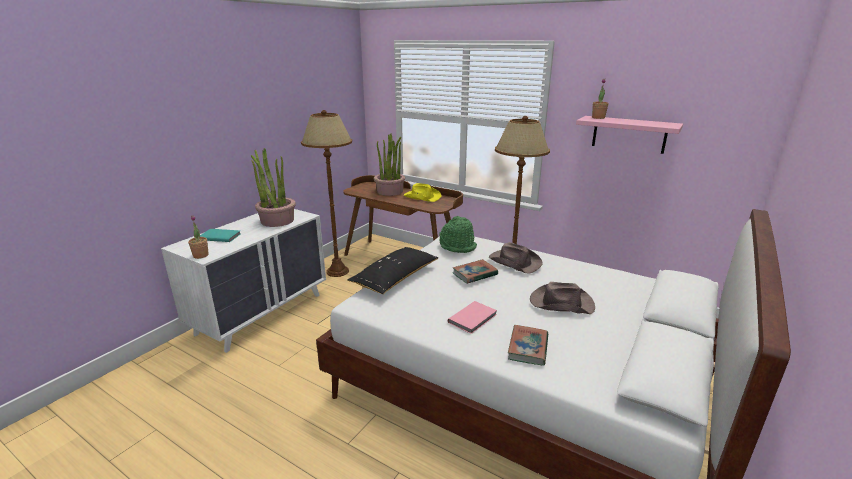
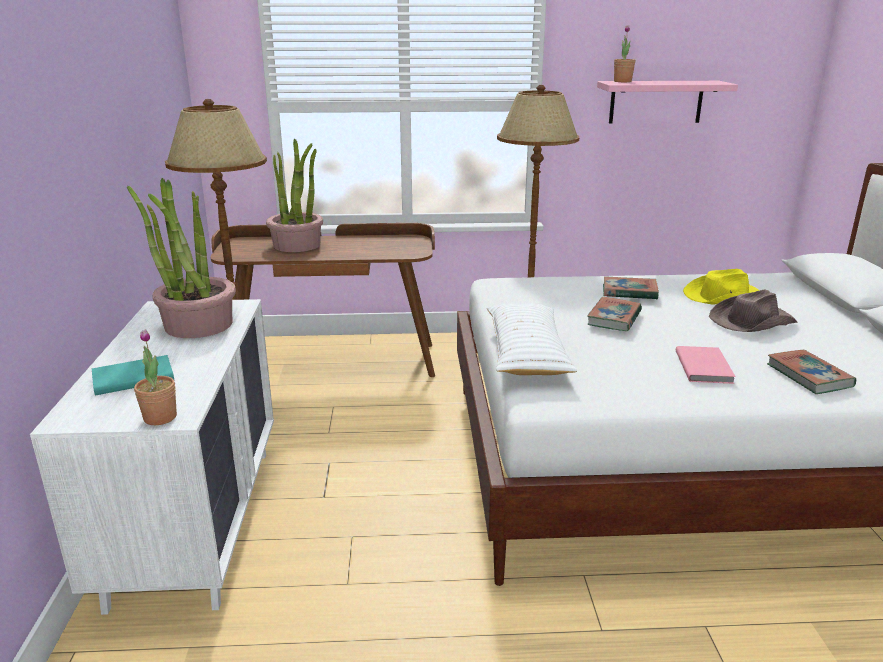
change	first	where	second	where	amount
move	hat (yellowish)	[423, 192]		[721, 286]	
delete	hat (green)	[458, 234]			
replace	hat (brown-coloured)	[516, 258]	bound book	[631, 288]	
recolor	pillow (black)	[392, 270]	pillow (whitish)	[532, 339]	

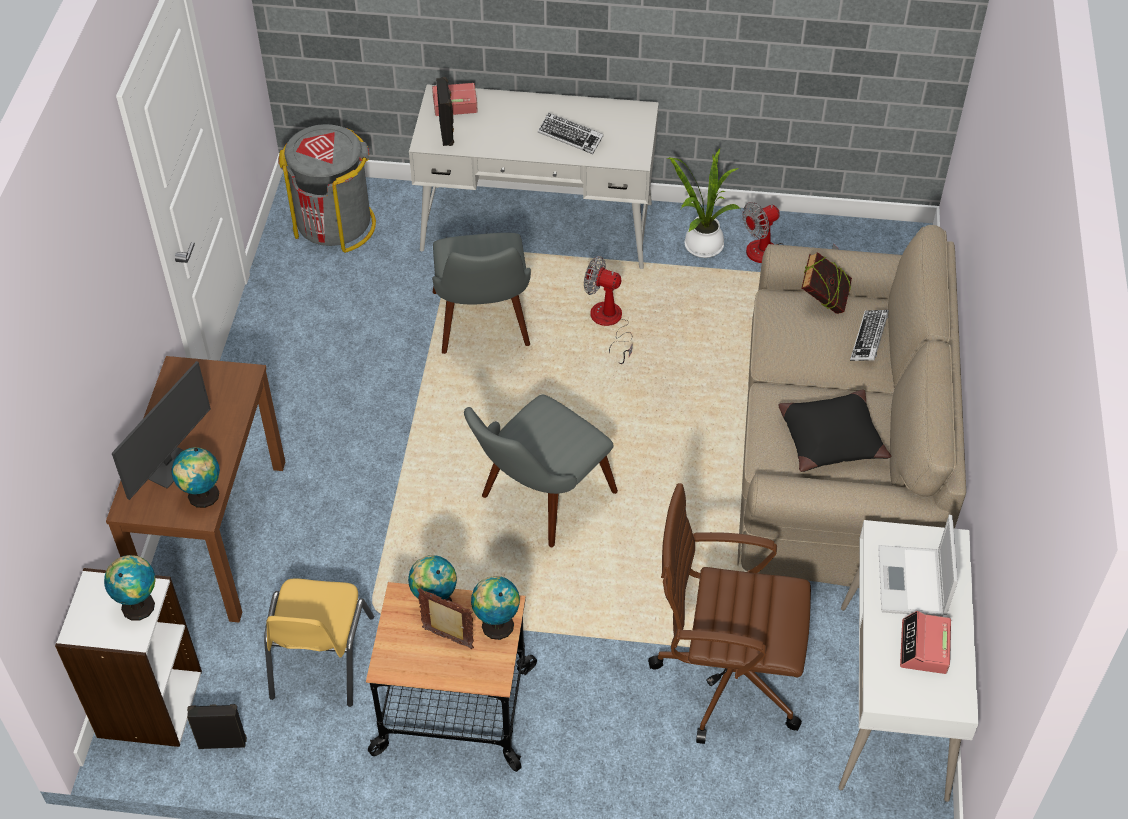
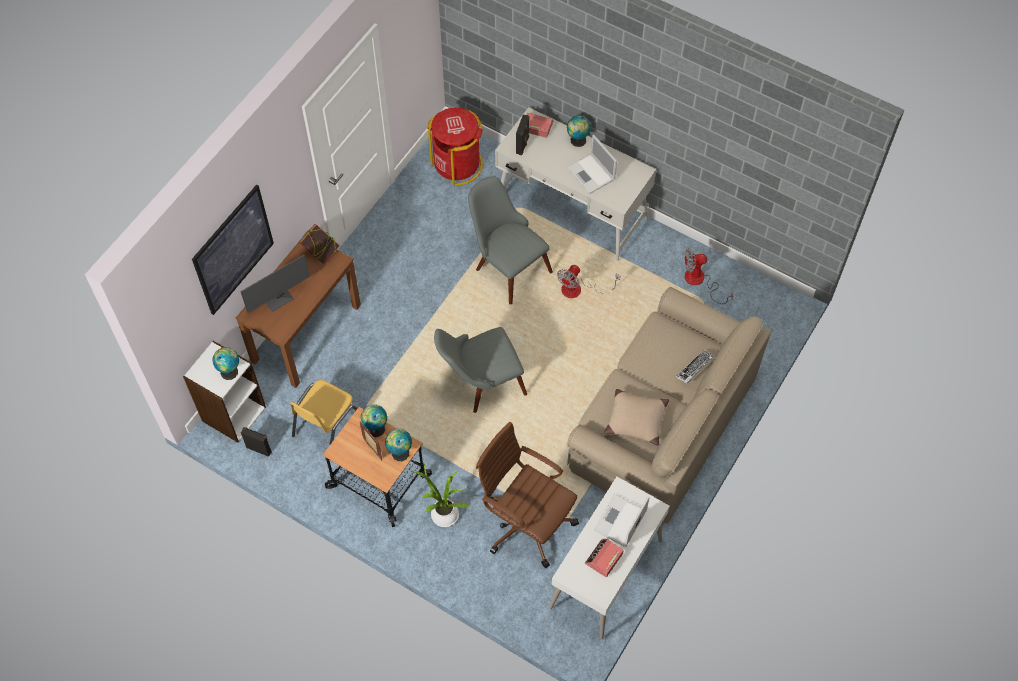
change	first	where	second	where	amount
replace	PC keyboard	[571, 133]	laptop	[592, 164]	
recolor	trash can (gray)	[327, 188]	trash can (red)	[455, 147]	
move	plant in a pot	[703, 203]		[439, 495]	
rotate	upright chair (gray)	[481, 293]		[510, 240]	120 degrees clockwise
move	bound book	[826, 283]		[319, 244]	
rotate	cooling fan	[608, 310]		[588, 281]	105 degrees counterclockwise
recolor	pillow (black)	[834, 430]	pillow (beige)	[636, 417]	
move	globe	[195, 477]		[579, 131]	
insert			picture	[233, 249]	

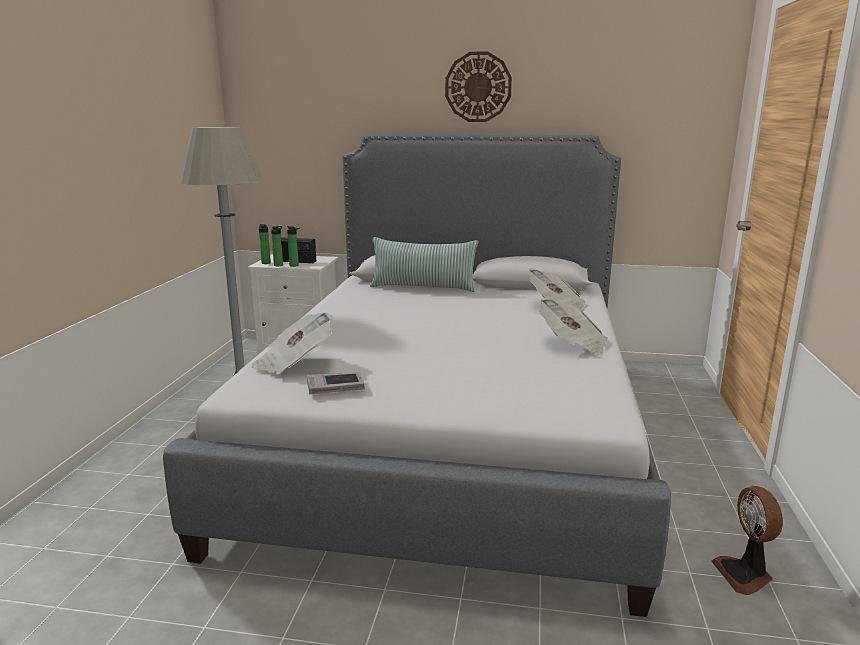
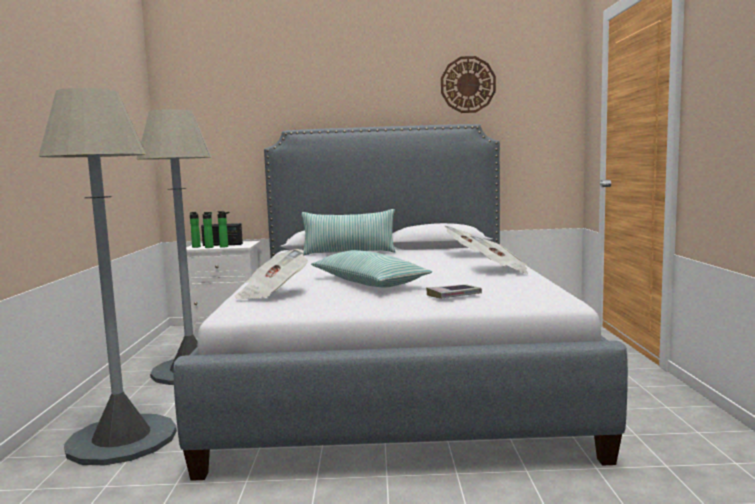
change	first	where	second	where	amount
move	hanging clock	[478, 86]		[468, 84]	
move	bound book	[336, 383]		[454, 291]	
delete	cooling fan	[747, 540]			
insert			floor lamp (gray)	[107, 276]	
insert			pillow	[371, 269]	

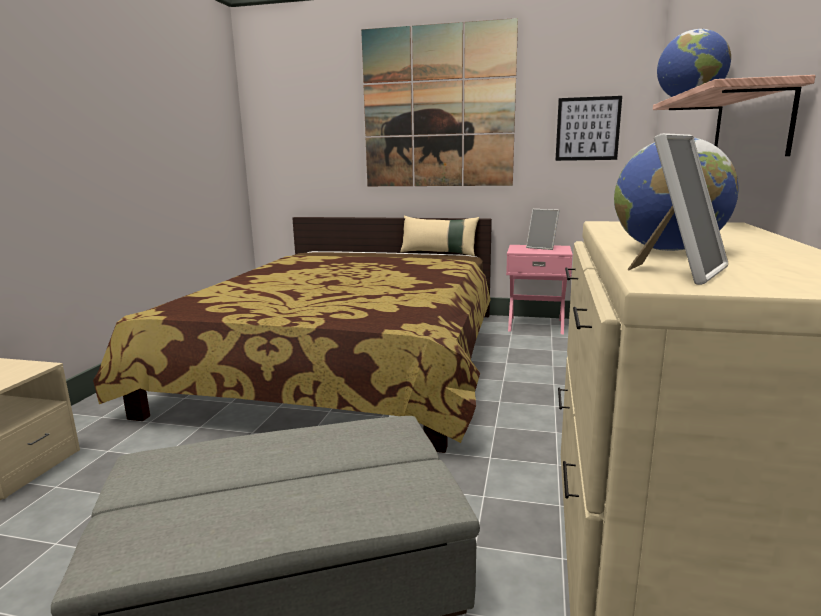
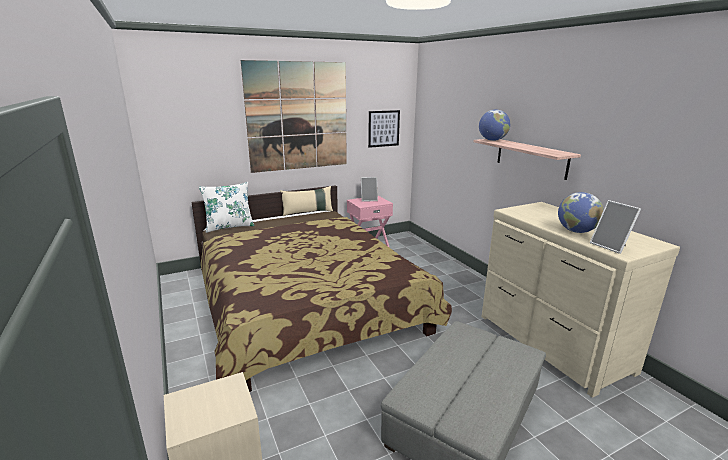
change	first	where	second	where	amount
rotate	photo frame	[678, 209]		[615, 227]	150 degrees clockwise
insert			pillow (whitish)	[227, 207]	

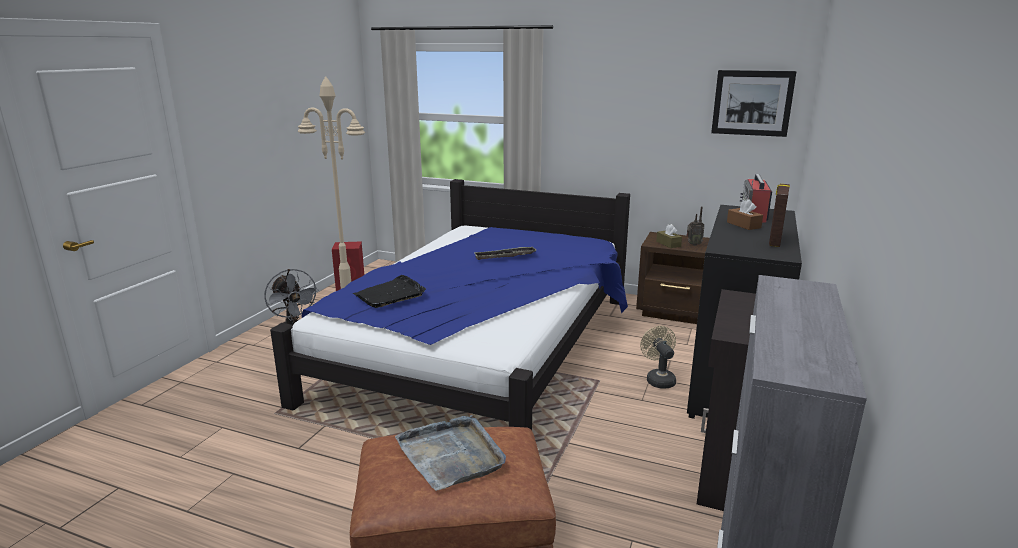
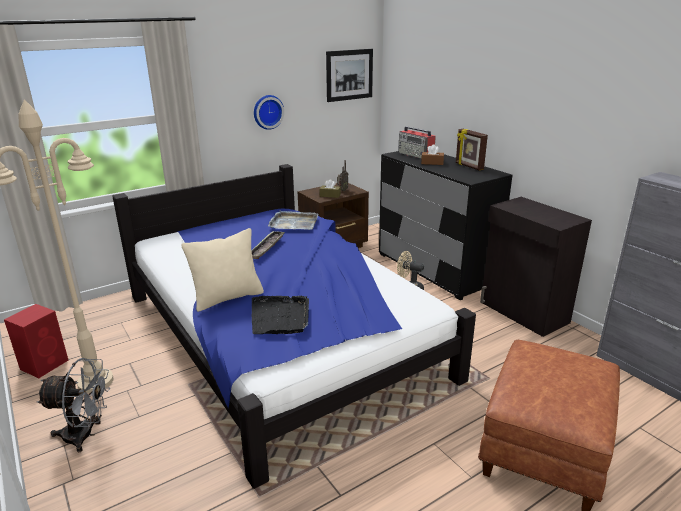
change	first	where	second	where	amount
move	tray (gray)	[450, 453]		[293, 220]	
insert			hanging clock	[269, 112]	
insert			pillow (beige)	[222, 270]	

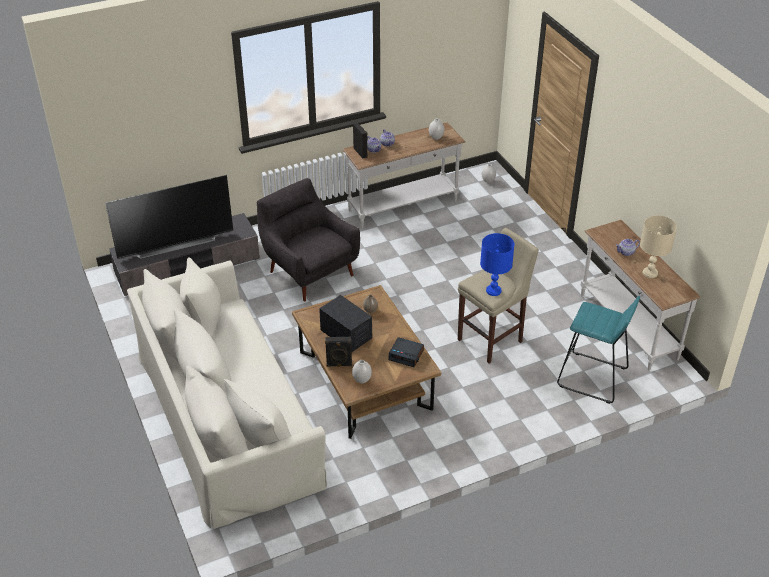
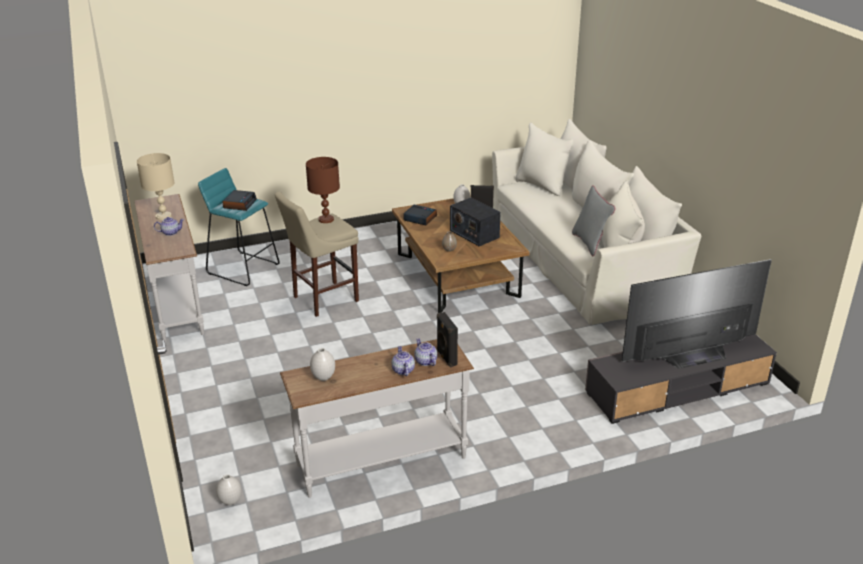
change	first	where	second	where	amount
delete	armchair (gray)	[308, 239]			
recolor	lamp for a table (blue-coloured)	[497, 264]	lamp for a table (brown-coloured)	[323, 190]	
insert			pillow (gray)	[593, 221]	
insert			bedside clock	[239, 200]	

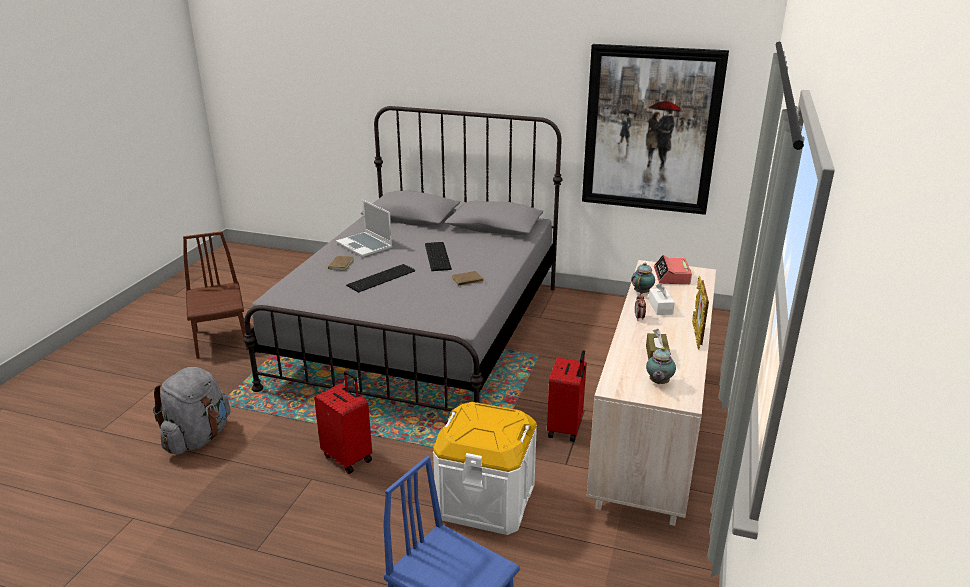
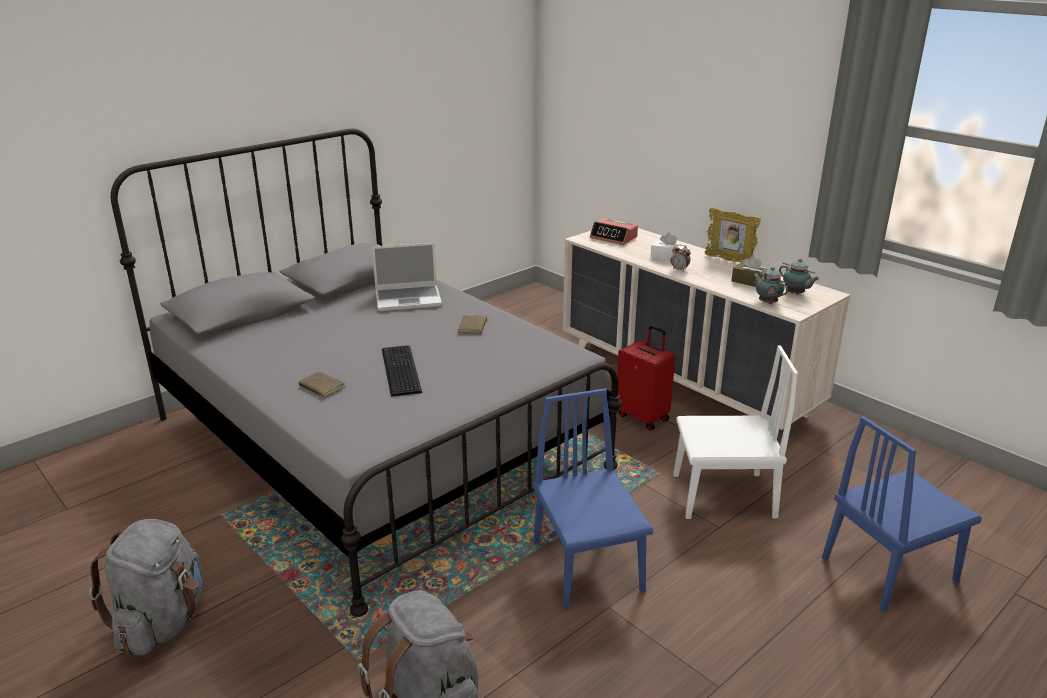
change	first	where	second	where	amount
delete	picture	[655, 129]			
move	laptop	[364, 228]		[407, 277]	
replace	upright chair (brown-coloured)	[215, 295]	backpack (gray)	[146, 587]	
delete	PC keyboard	[438, 256]			
move	tea pot	[643, 278]		[770, 285]	
replace	piece of luggage (red)	[343, 422]	upright chair (blue-coloured)	[593, 499]	
replace	storage box (whitish)	[485, 468]	upright chair (whitish)	[735, 432]	

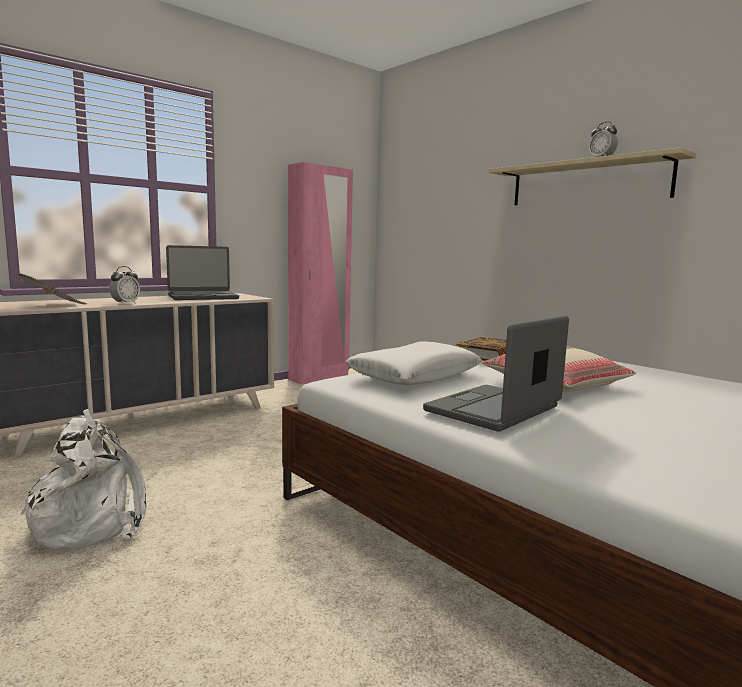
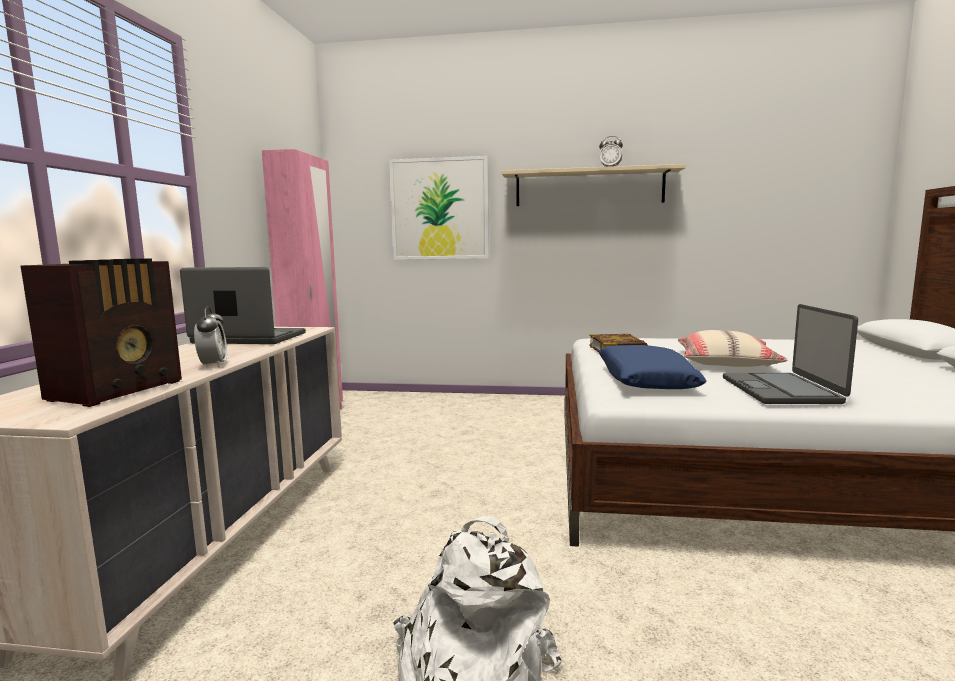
change	first	where	second	where	amount
rotate	laptop	[202, 272]		[243, 305]	105 degrees counterclockwise
replace	daily paper	[51, 288]	radio receiver	[101, 332]	
recolor	pillow (whitish)	[413, 363]	pillow (blue-coloured)	[653, 367]	
insert			picture	[439, 208]	

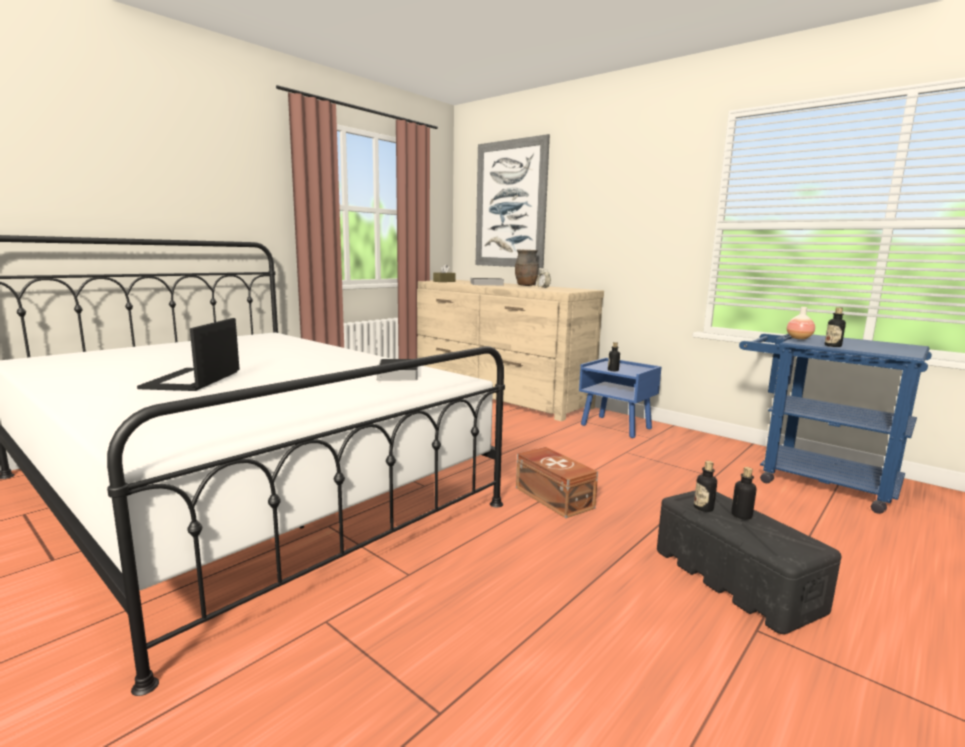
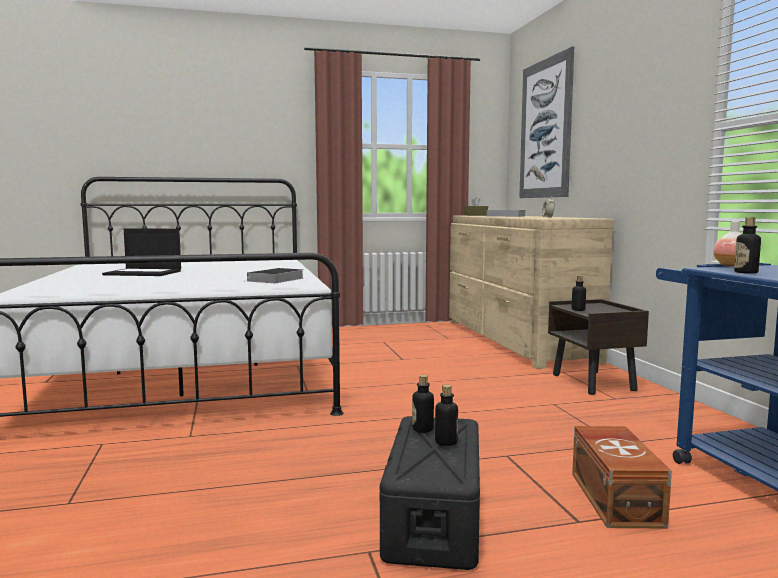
change	first	where	second	where	amount
delete	vase (brown-coloured)	[527, 268]			
rotate	laptop	[188, 354]		[141, 252]	120 degrees counterclockwise
recolor	nightstand (blue-coloured)	[620, 398]	nightstand (brown-coloured)	[598, 347]	
move	storage box (brown-coloured)	[557, 482]		[622, 477]	

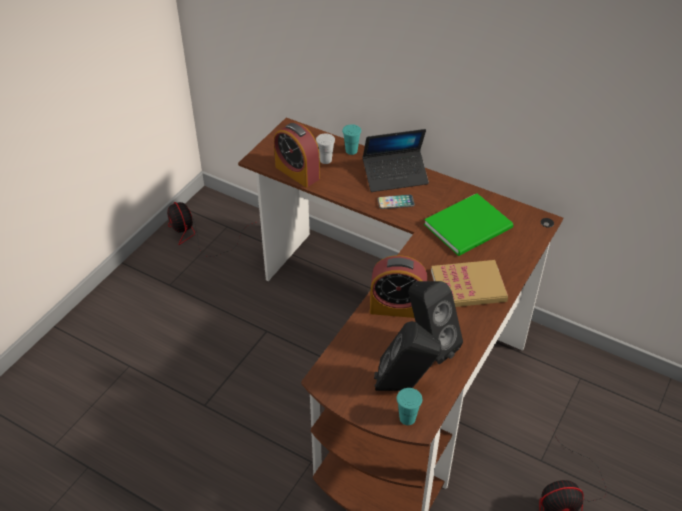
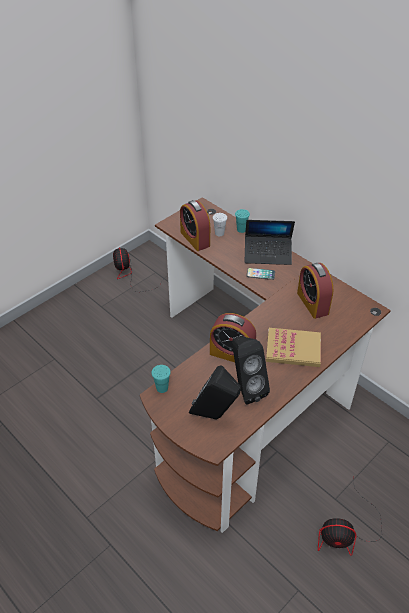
change	first	where	second	where	amount
replace	bound book (green)	[468, 224]	bedside clock	[315, 291]	
move	small cup (turquoise-coloured)	[409, 406]		[161, 379]	

